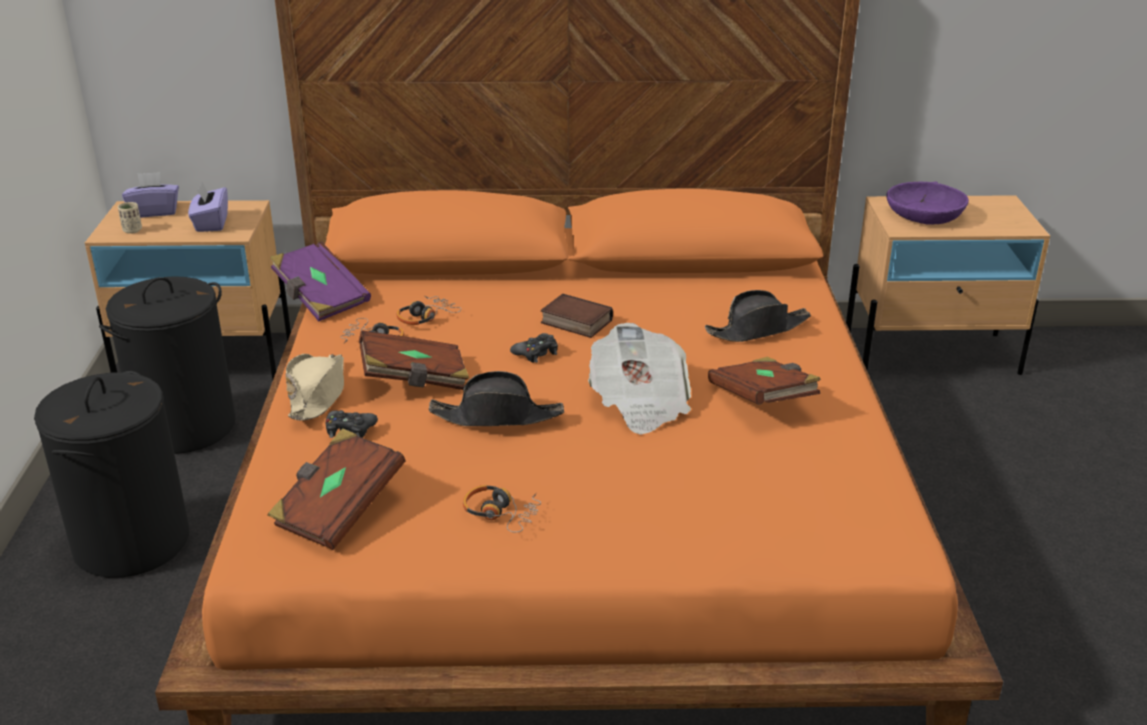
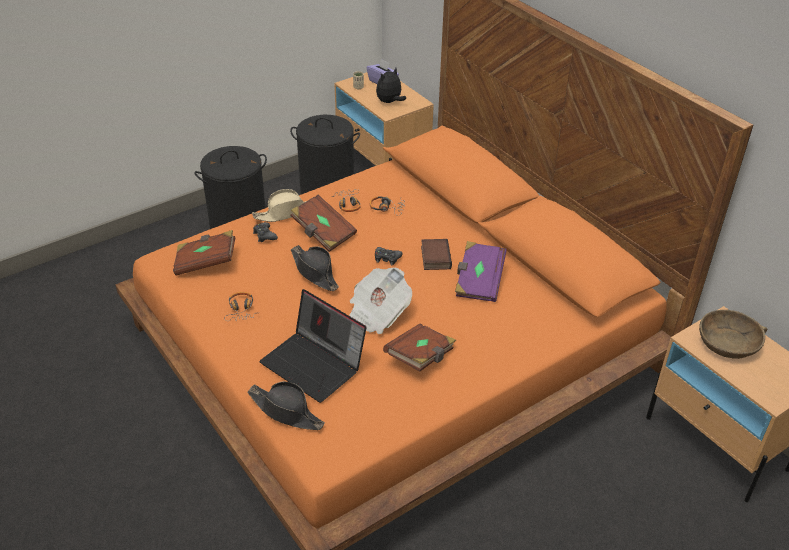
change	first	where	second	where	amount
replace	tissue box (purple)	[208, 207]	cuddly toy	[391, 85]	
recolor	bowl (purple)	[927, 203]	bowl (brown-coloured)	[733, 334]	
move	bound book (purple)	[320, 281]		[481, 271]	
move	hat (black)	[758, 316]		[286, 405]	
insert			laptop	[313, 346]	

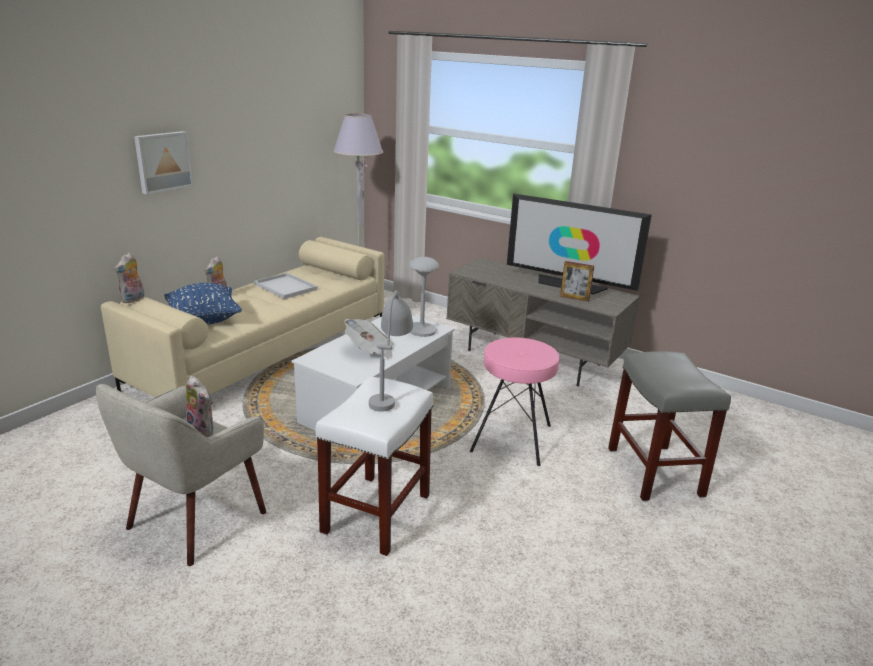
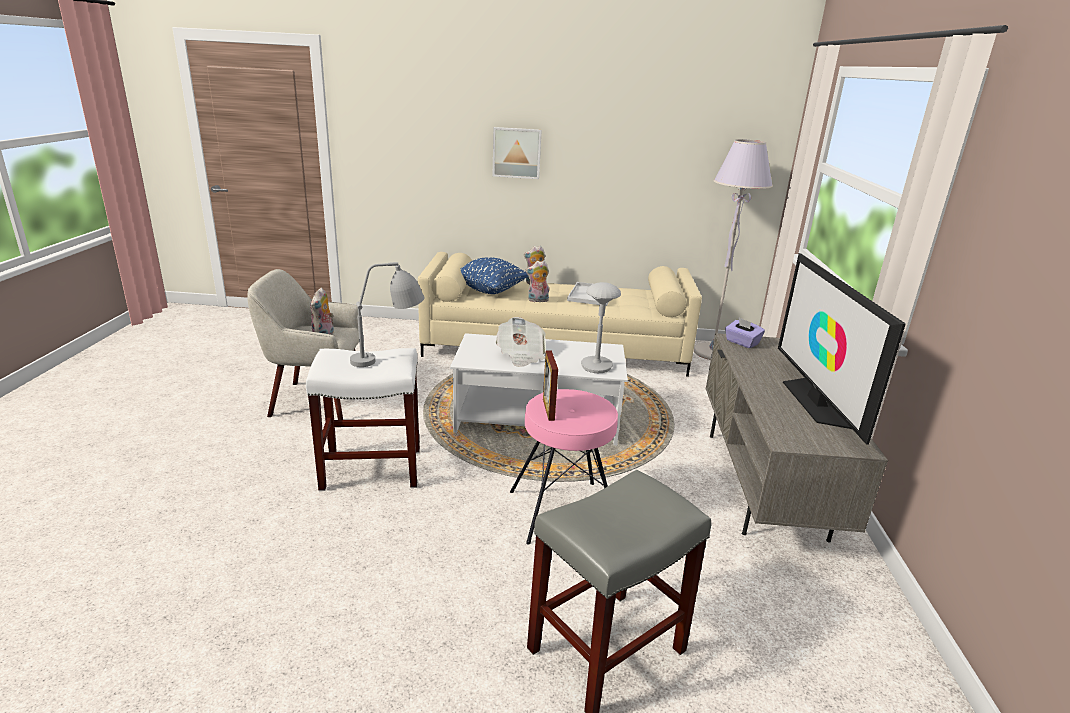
change	first	where	second	where	amount
move	cuddly toy	[130, 278]		[537, 281]	
move	photo frame	[577, 281]		[550, 386]	
insert			tissue box (purple)	[745, 333]	

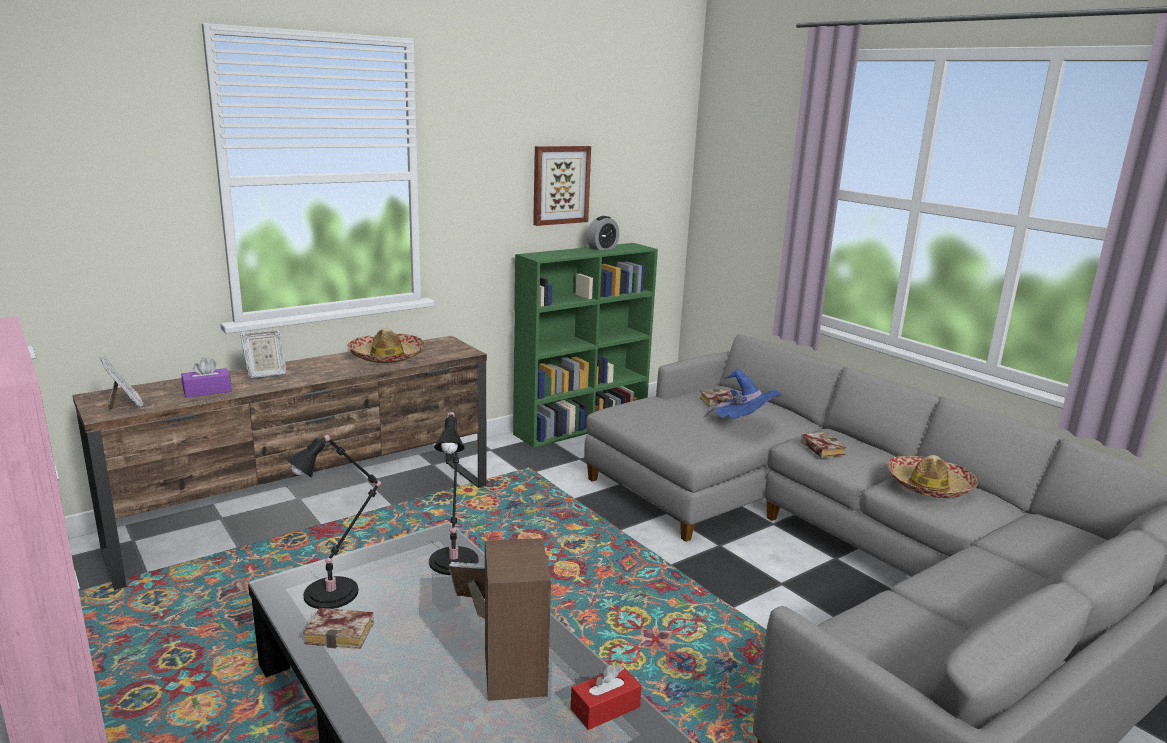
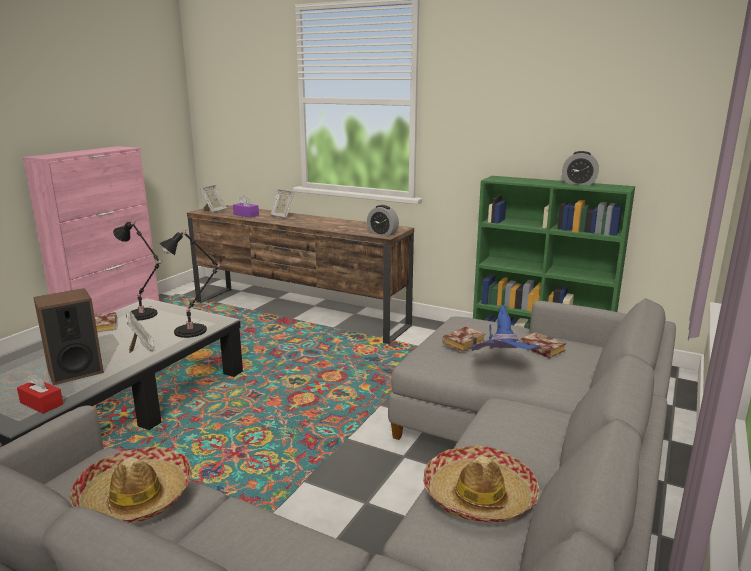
change	first	where	second	where	amount
delete	picture	[562, 186]			
move	hat	[386, 345]		[130, 485]	
move	bound book	[823, 445]		[463, 338]	
insert			bedside clock	[383, 220]	

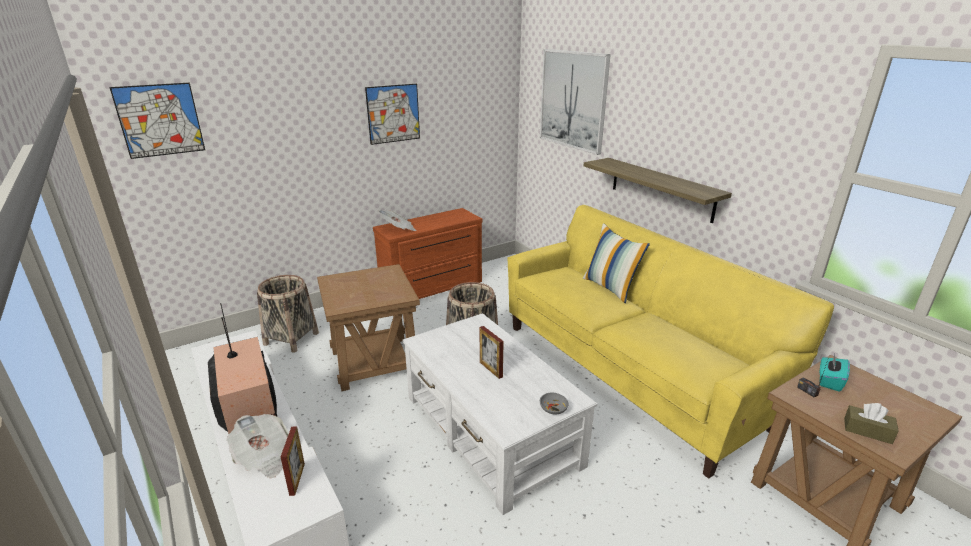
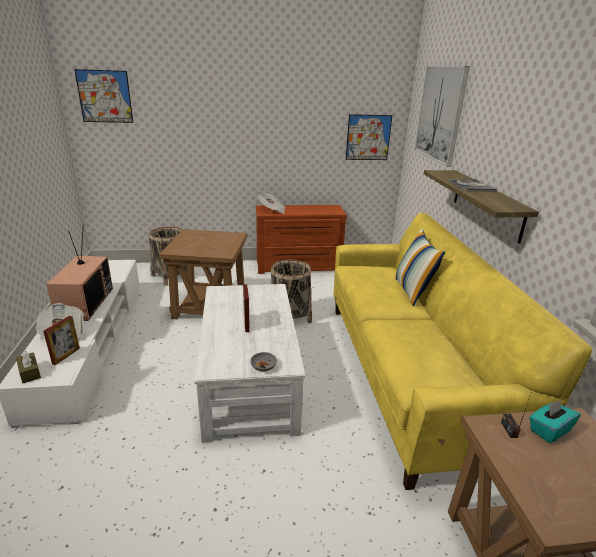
change	first	where	second	where	amount
move	picture	[392, 114]		[369, 137]	
move	tissue box (brown-coloured)	[871, 423]		[28, 367]	
insert			bound book	[472, 185]	

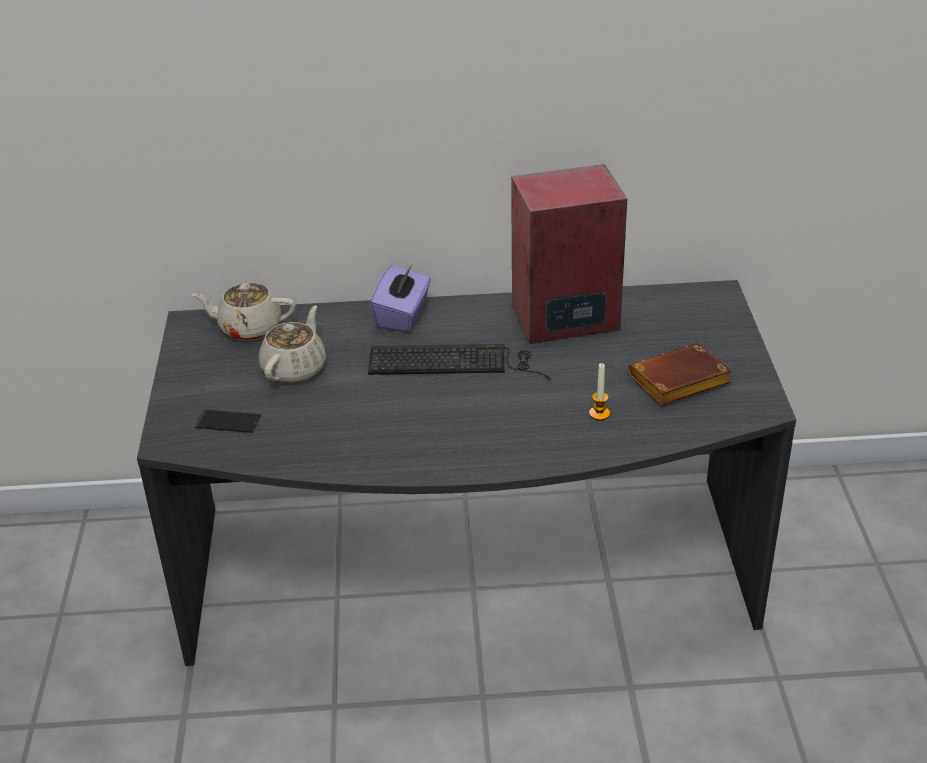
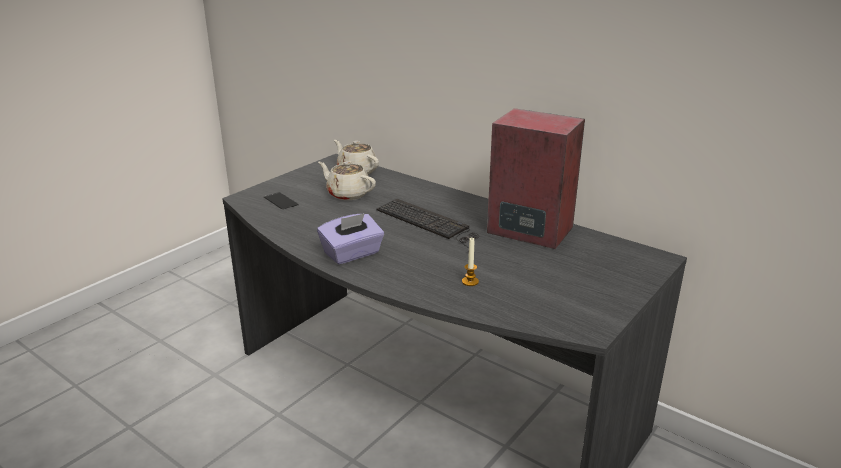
change	first	where	second	where	amount
move	tissue box (purple)	[400, 299]		[350, 238]	
rotate	tea pot (beige)	[292, 344]		[347, 180]	120 degrees counterclockwise
delete	bound book (brown-coloured)	[680, 374]			

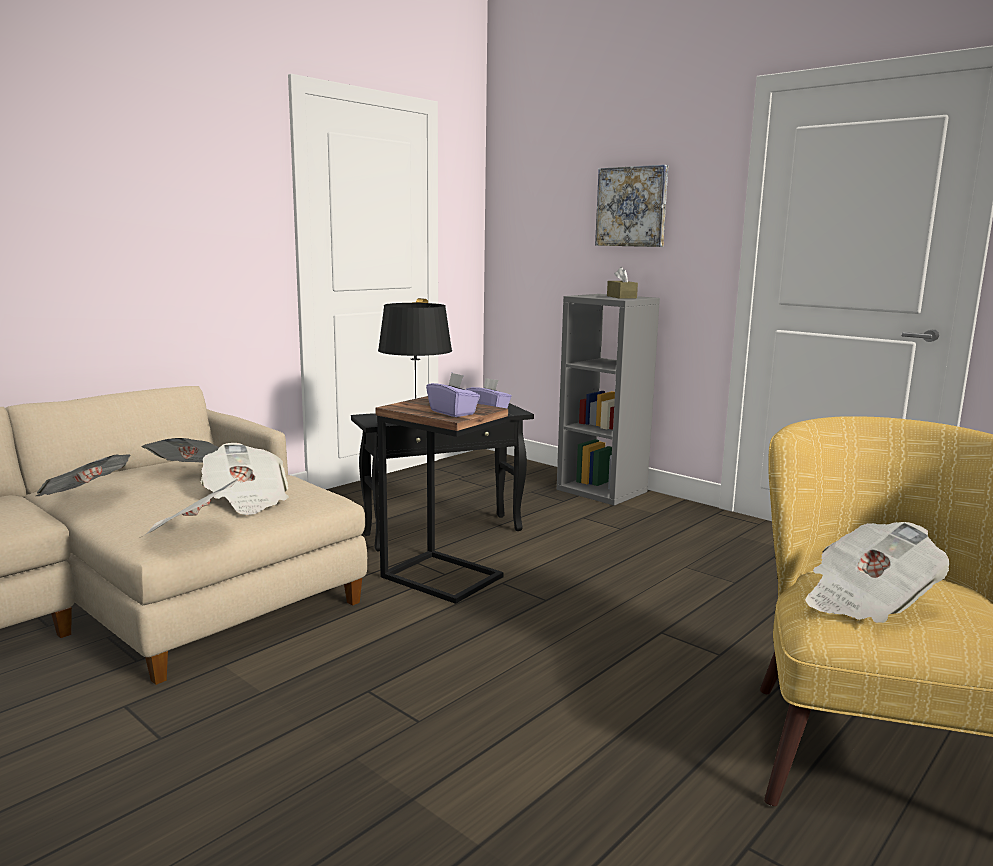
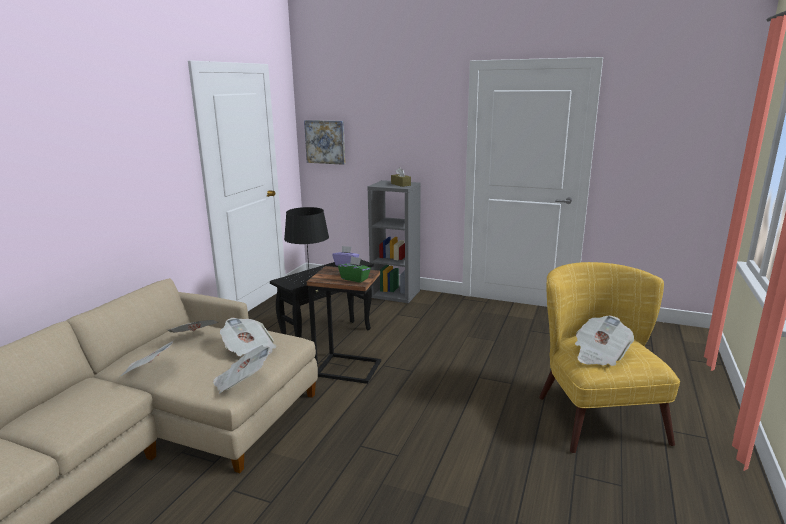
change	first	where	second	where	amount
move	picture	[631, 206]		[324, 142]	
recolor	tissue box (purple)	[453, 395]	tissue box (green)	[354, 269]	

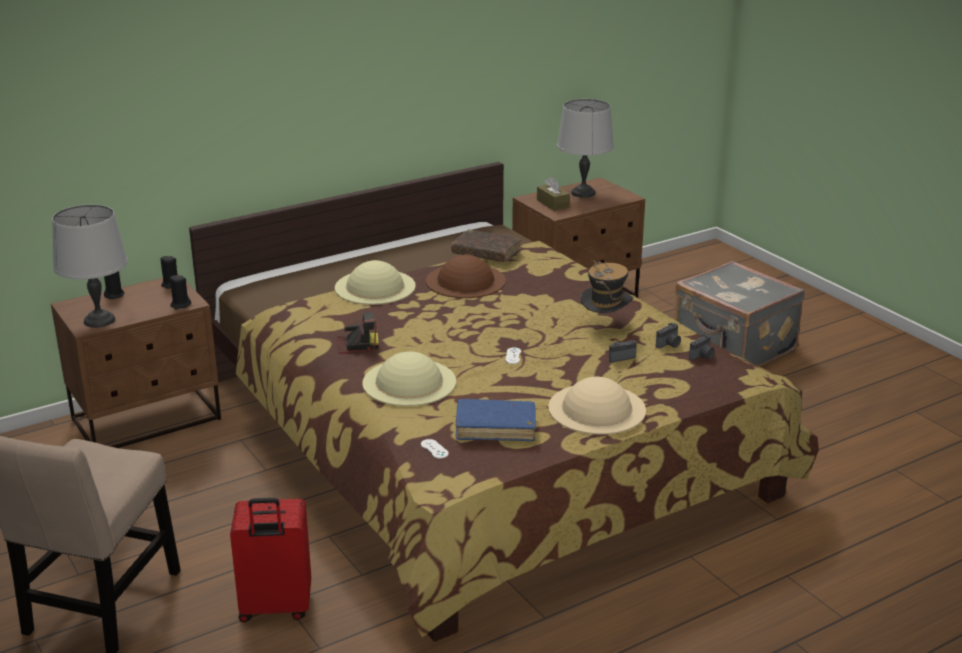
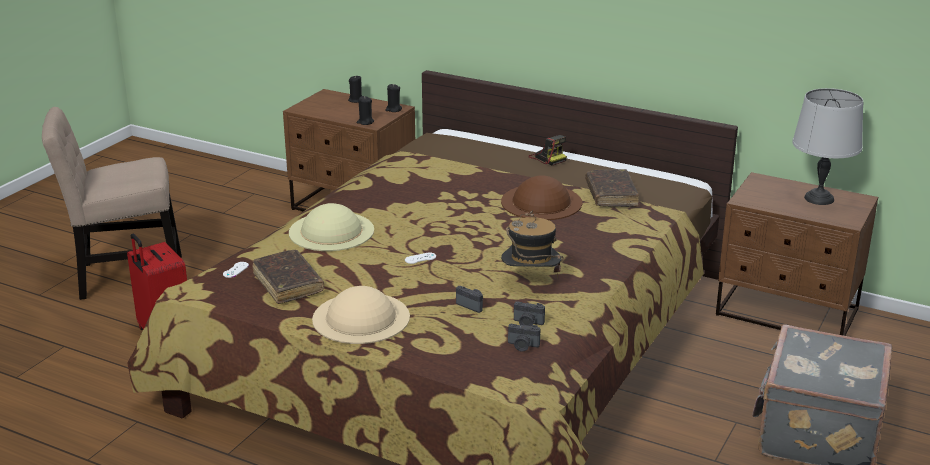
change	first	where	second	where	amount
delete	tissue box (brown-coloured)	[553, 194]			
delete	lamp for a table (gray)	[90, 266]			
delete	hat (beige)	[375, 282]			
move	photo camera	[357, 333]		[547, 150]	
recolor	bound book (blue-coloured)	[496, 420]	bound book (brown-coloured)	[288, 277]	

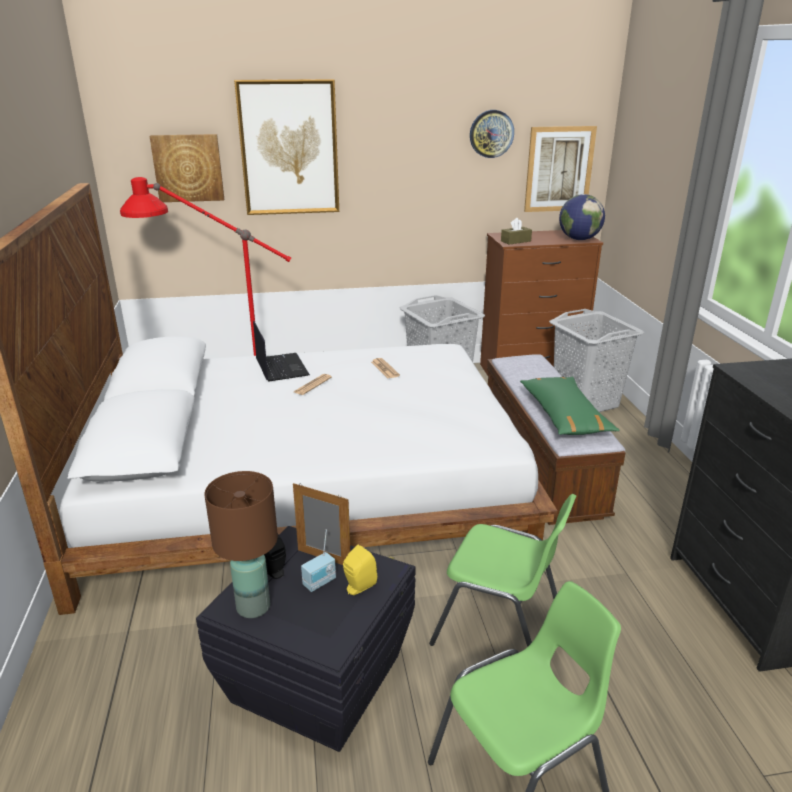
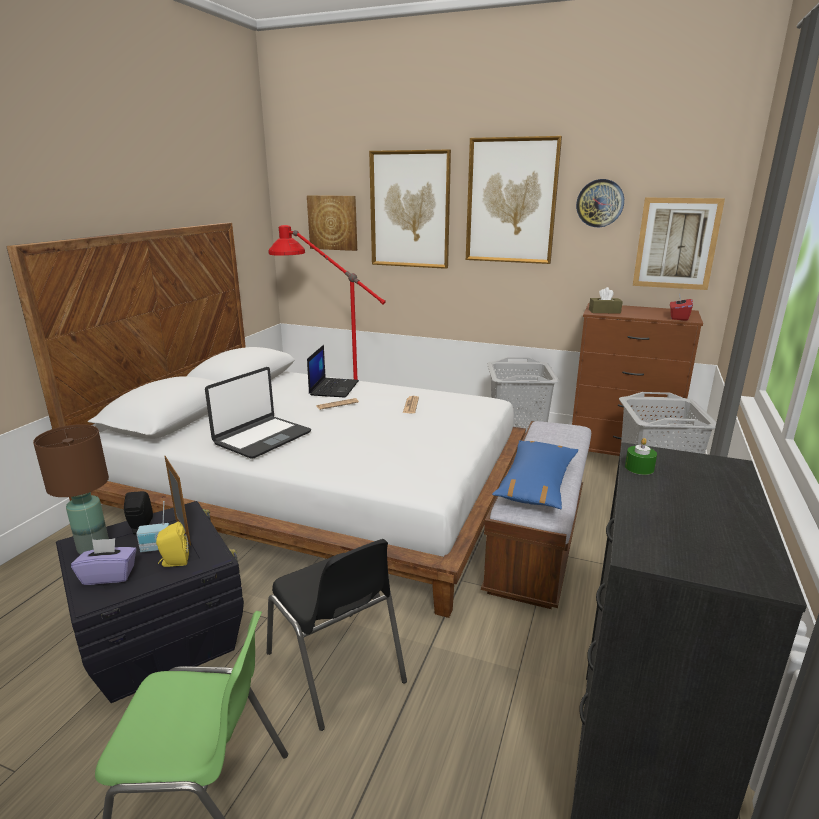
change	first	where	second	where	amount
replace	globe	[582, 217]	tissue box (red)	[681, 307]	
recolor	pillow (green)	[569, 406]	pillow (blue-coloured)	[535, 474]	
recolor	upright chair (green)	[502, 570]	upright chair (black)	[337, 635]	
insert			picture	[514, 200]	
insert			laptop	[258, 412]	
insert			candle (green)	[641, 456]	
insert			tissue box (purple)	[104, 561]	

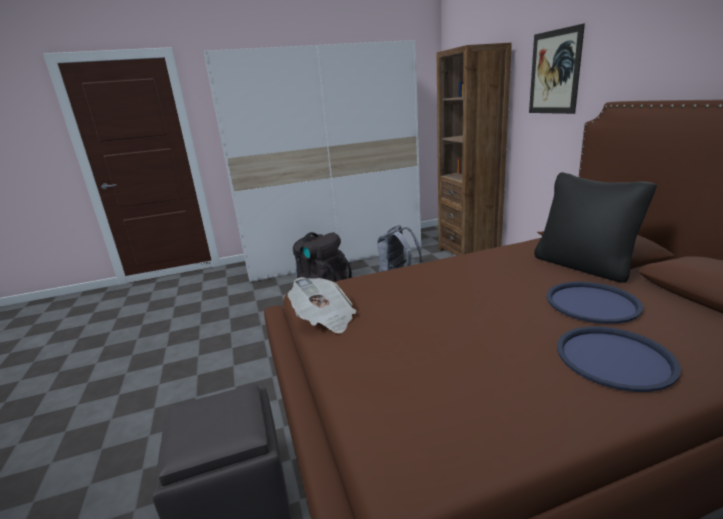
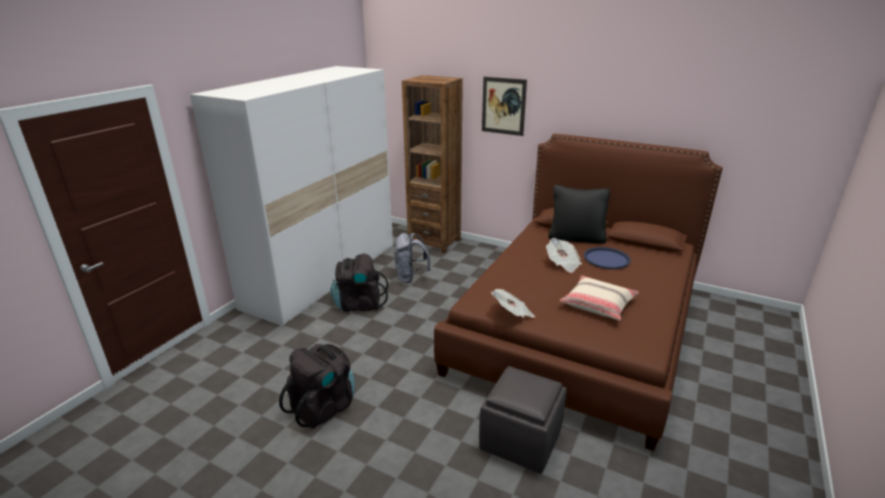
change	first	where	second	where	amount
delete	tray (blue-coloured)	[619, 359]			
insert			daily paper	[564, 255]	
insert			pillow (beige)	[599, 297]	
insert			backpack (black)	[317, 386]	

